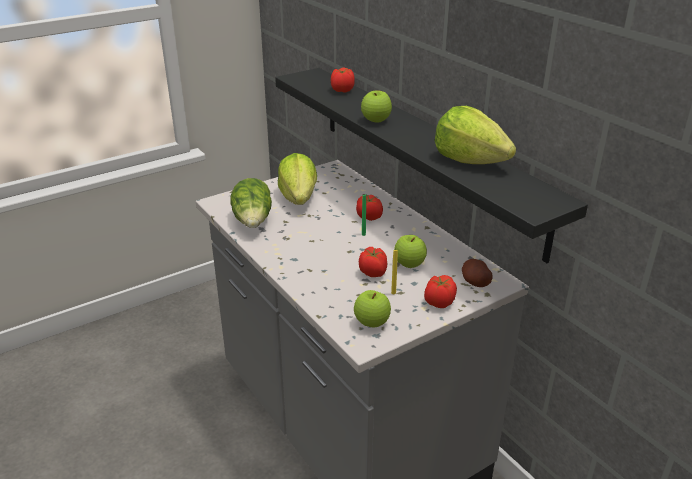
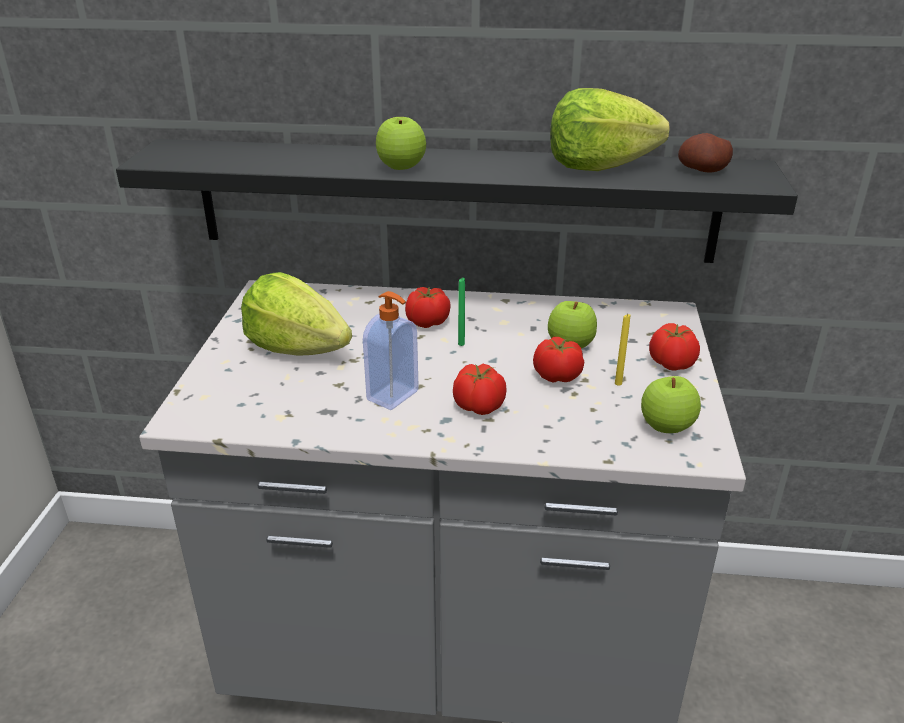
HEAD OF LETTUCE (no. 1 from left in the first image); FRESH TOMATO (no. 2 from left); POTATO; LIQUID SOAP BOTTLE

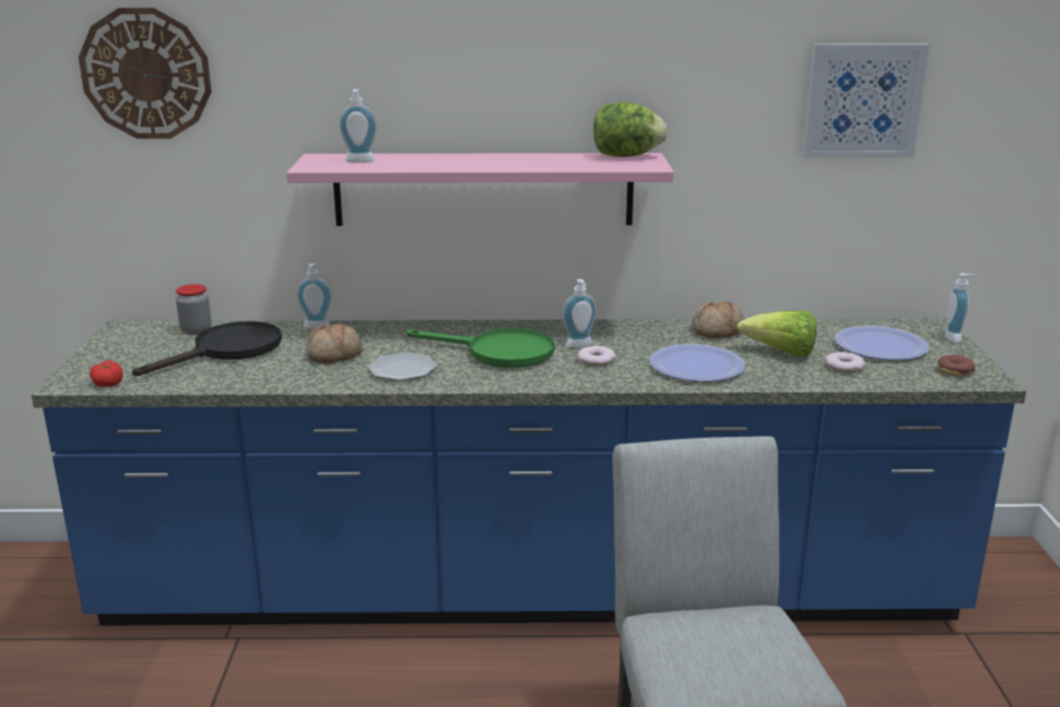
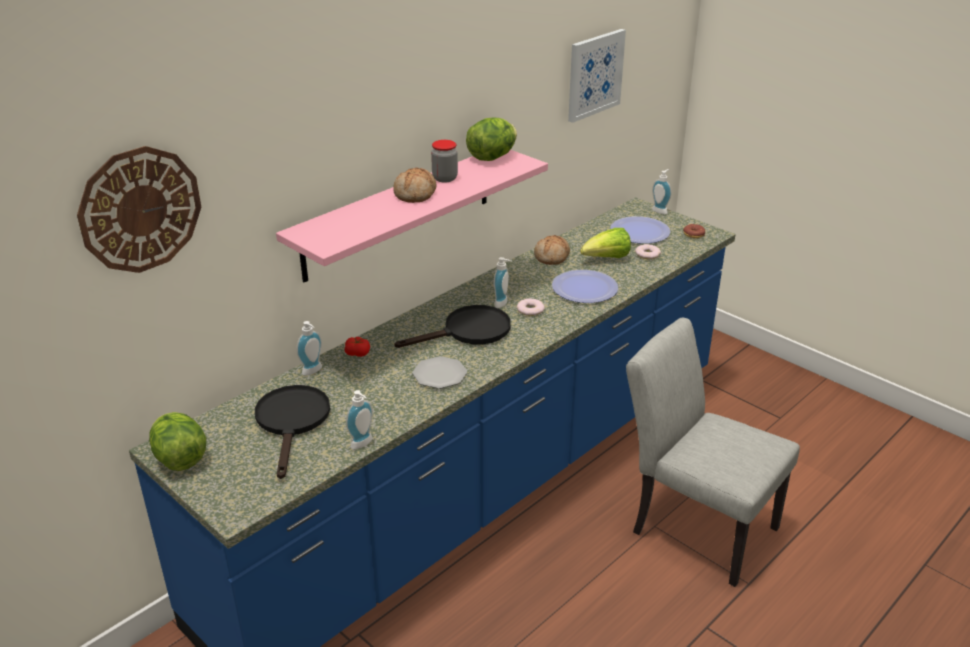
FRESH TOMATO; STORAGE JAR; BREAD (no. 1 from left); LIQUID SOAP BOTTLE (no. 2 from left); BLACK SKILLET (no. 2 from left); HEAD OF LETTUCE (no. 1 from left)

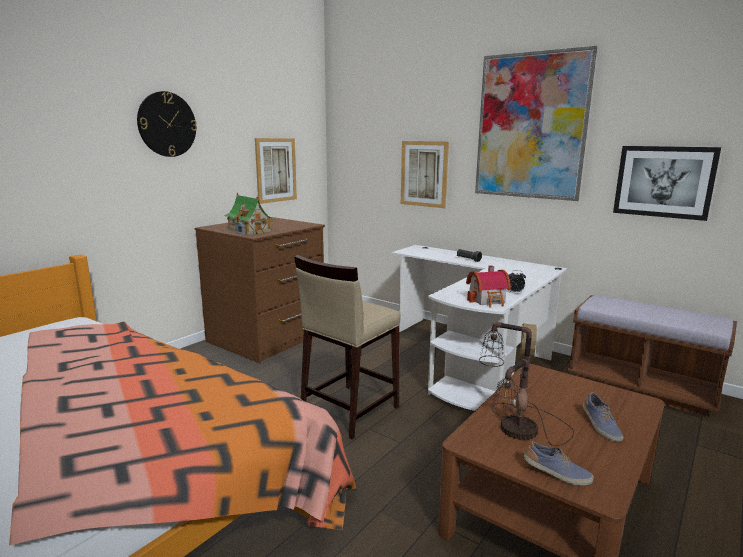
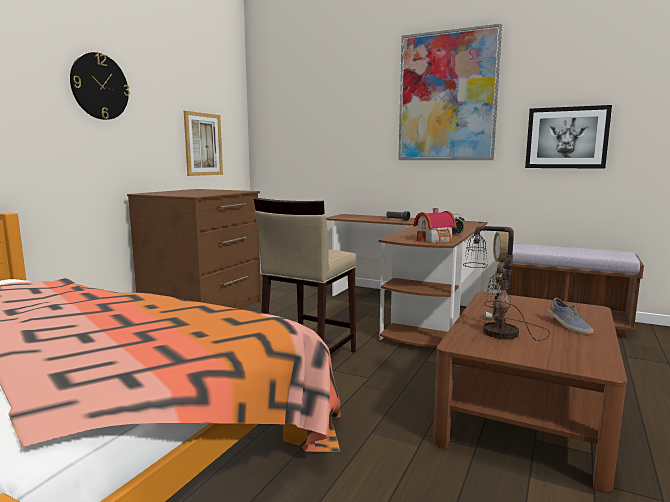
TOY HOUSE (no. 1 from left in the first image); BROWN-COLOURED DESK TABLE; WALL ART (no. 2 from left in the first image); LOW SHOE (no. 1 from left in the first image)

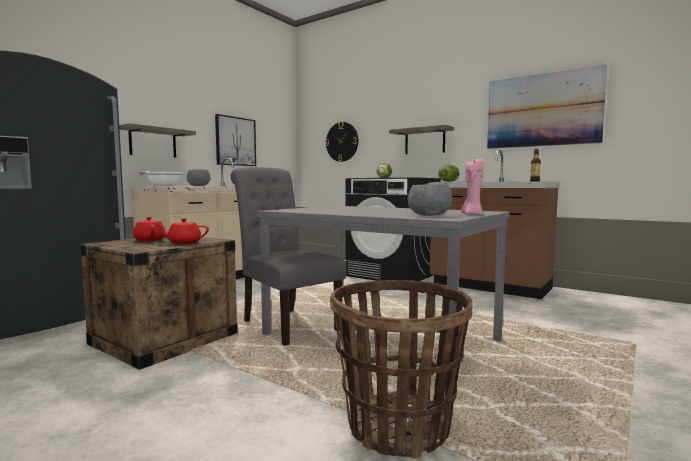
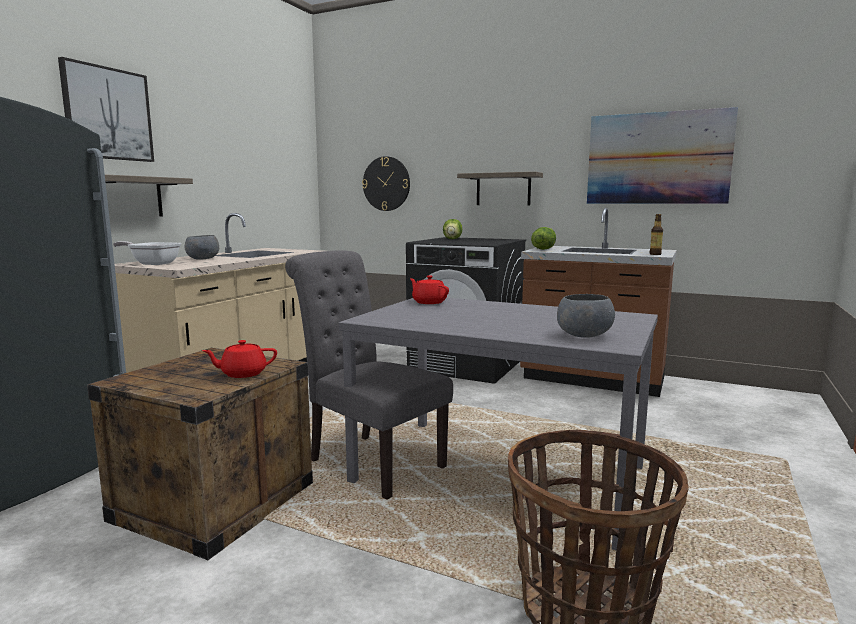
REDDISH TEA POT (no. 2 from left); WALL ART (no. 1 from left); PINK WAX CANDLE

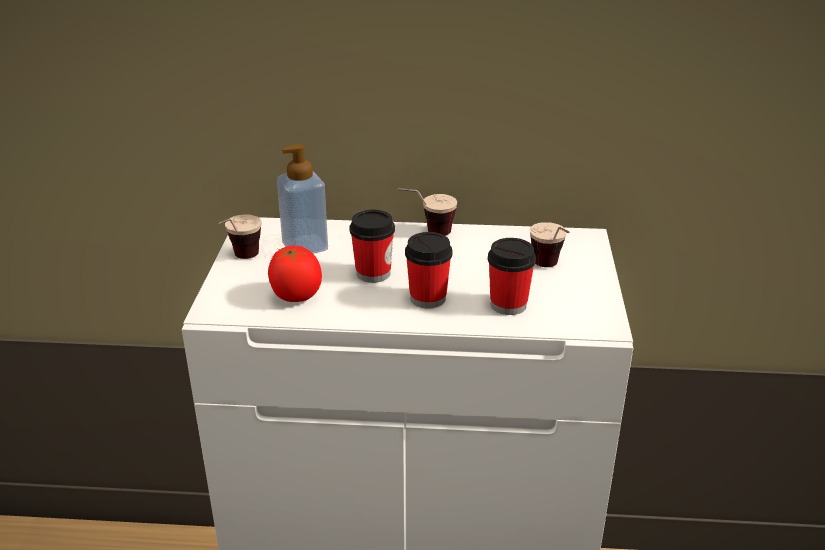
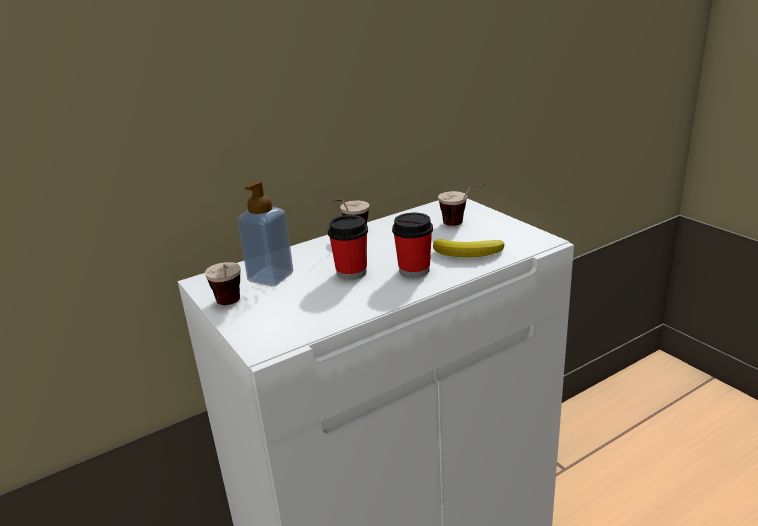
FRESH TOMATO; WHOLE BANANA

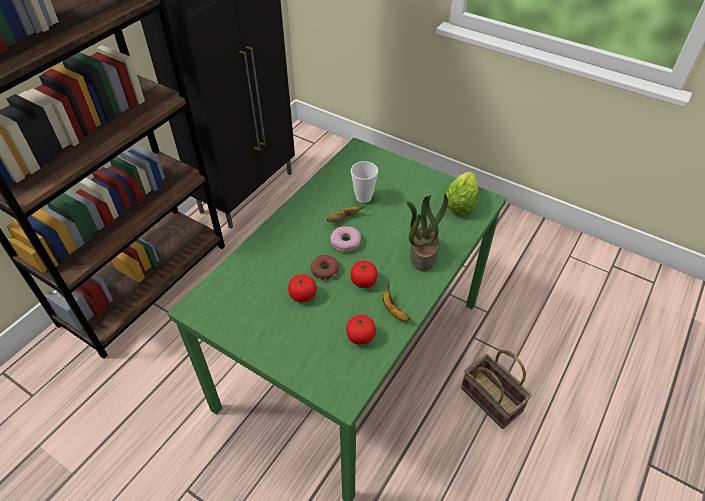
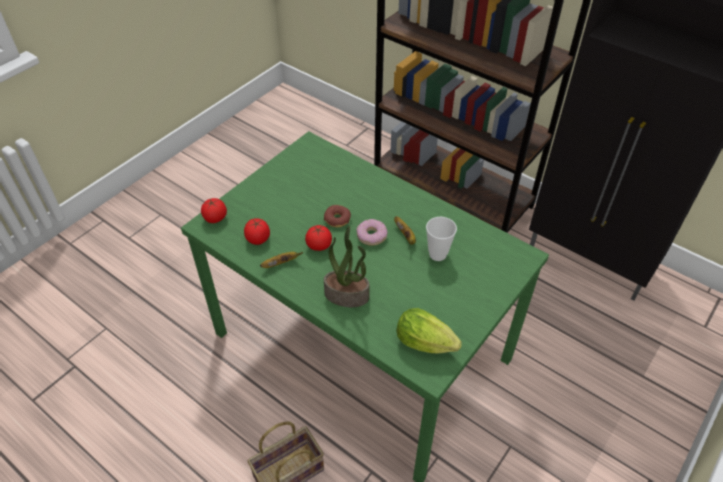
FRESH TOMATO (no. 1 from left)

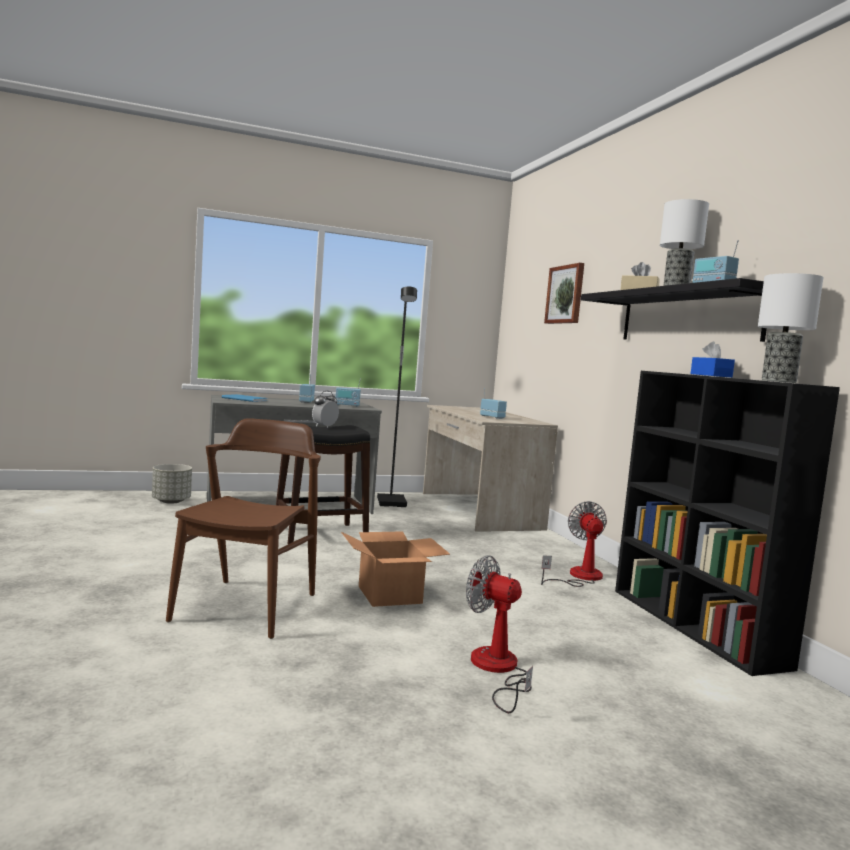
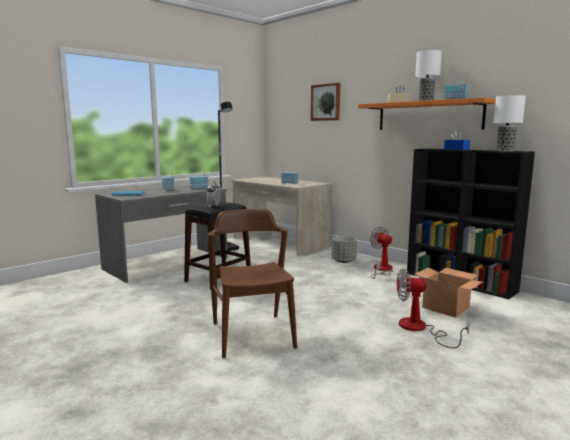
GREYISH PLANTER; CARDBOARD BOX; ORANGE-COLOURED WALL SHELF

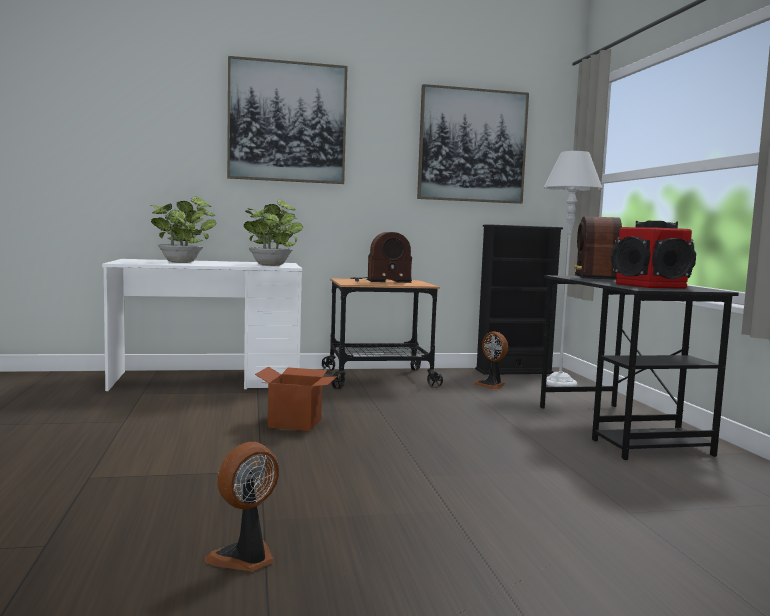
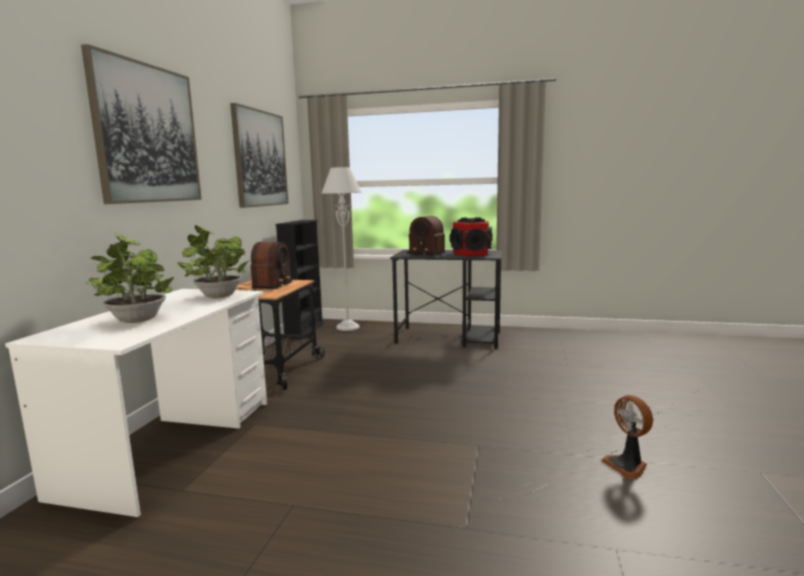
CARDBOARD BOX; COOLING FAN (no. 2 from left in the first image)

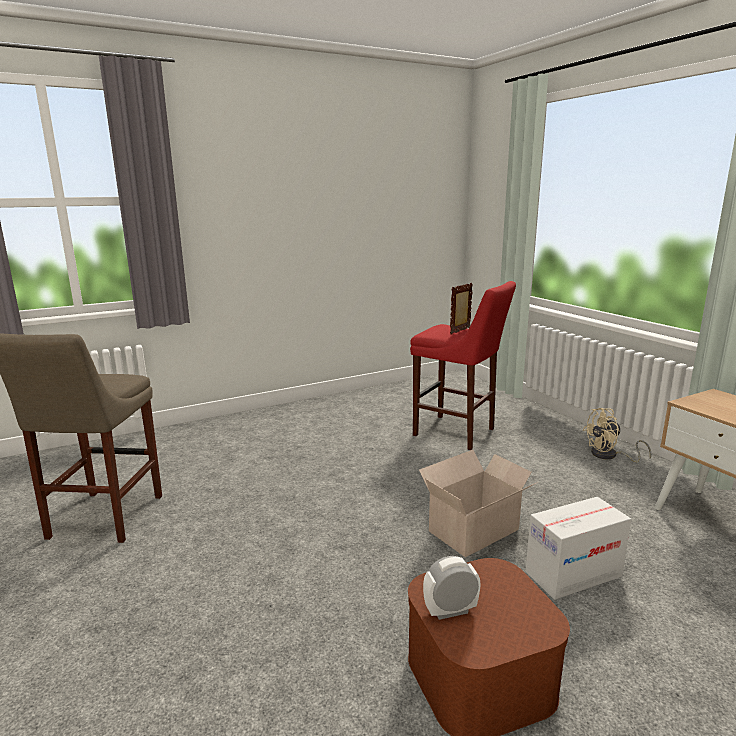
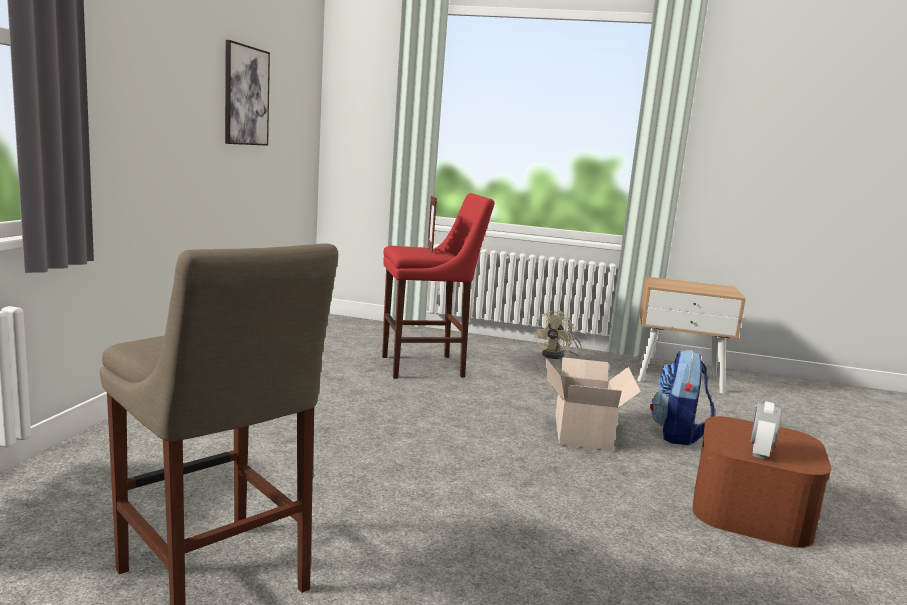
RUCKSACK; WALL ART

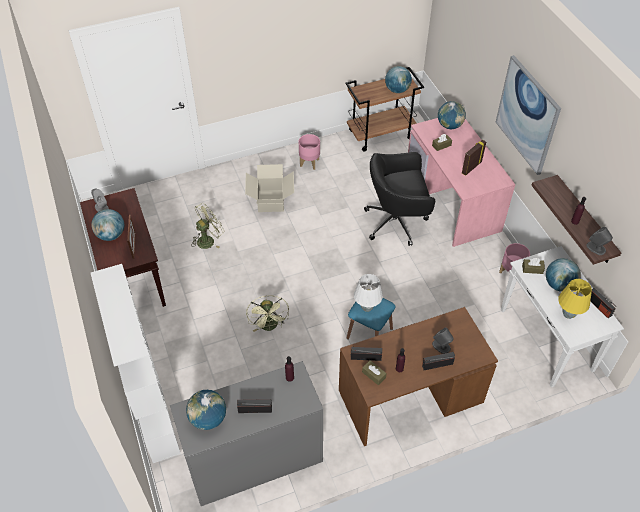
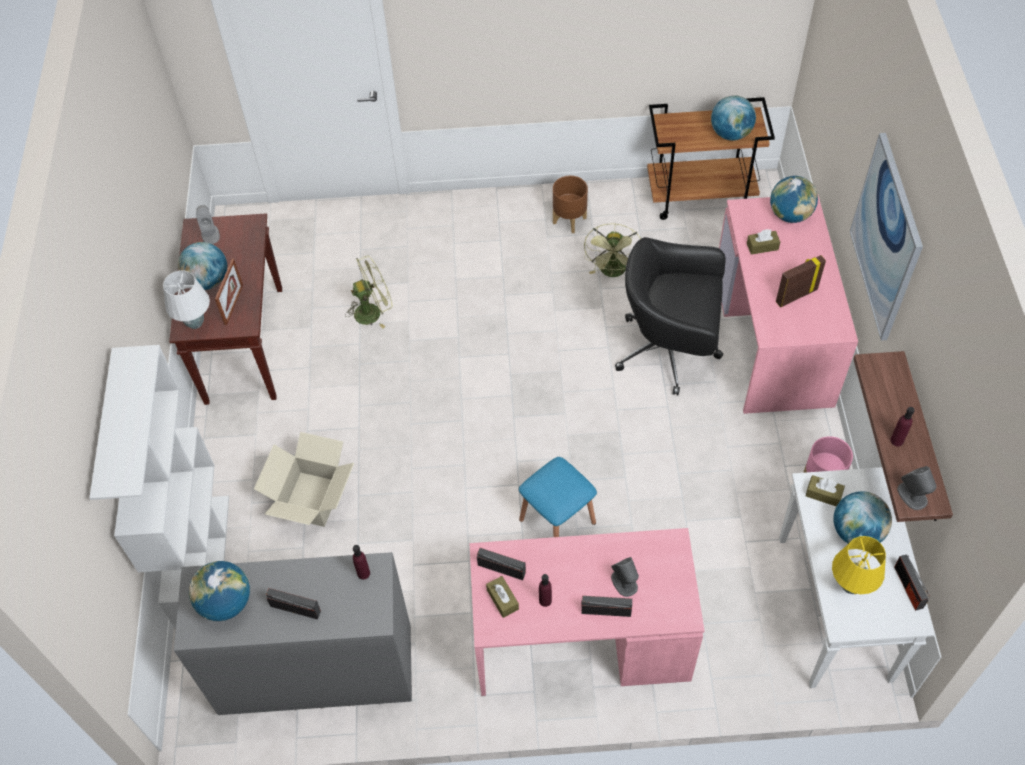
CARDBOARD BOX; GREEN COOLING FAN (no. 2 from left); BROWN-COLOURED PLANTER; PINK DESK TABLE (no. 1 from left); WHITE TABLE LAMP

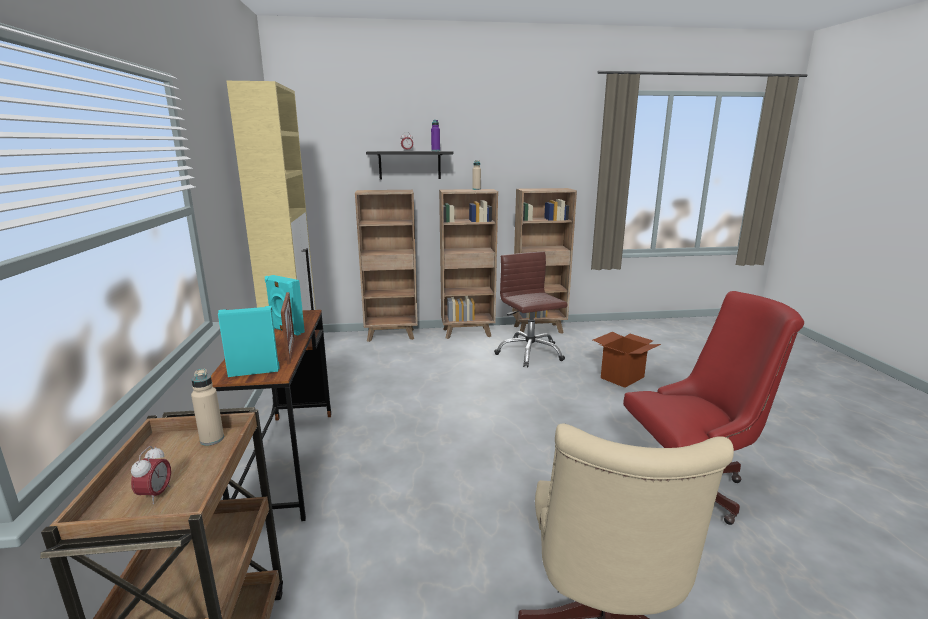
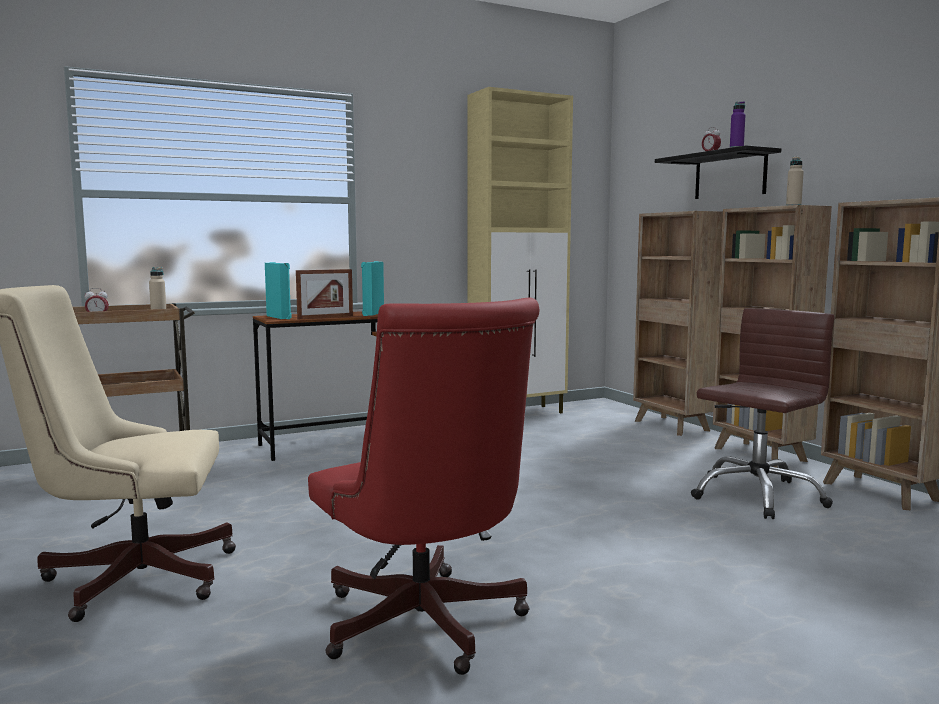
CARDBOARD BOX

